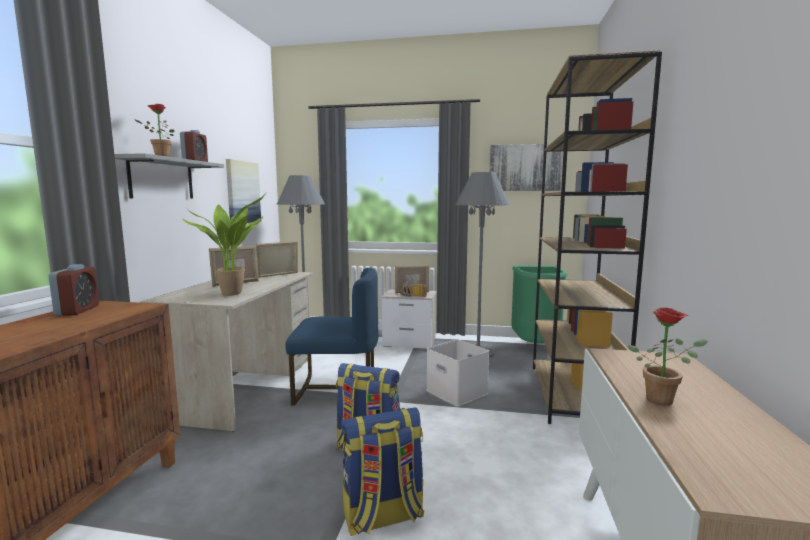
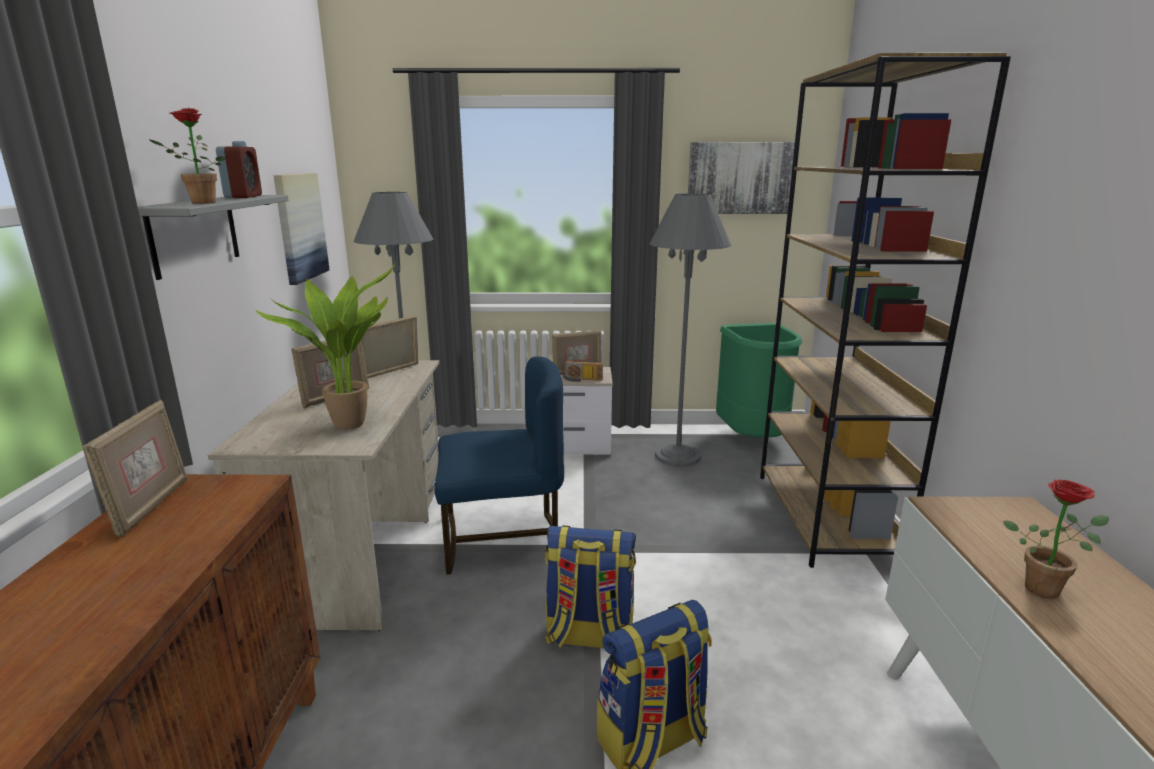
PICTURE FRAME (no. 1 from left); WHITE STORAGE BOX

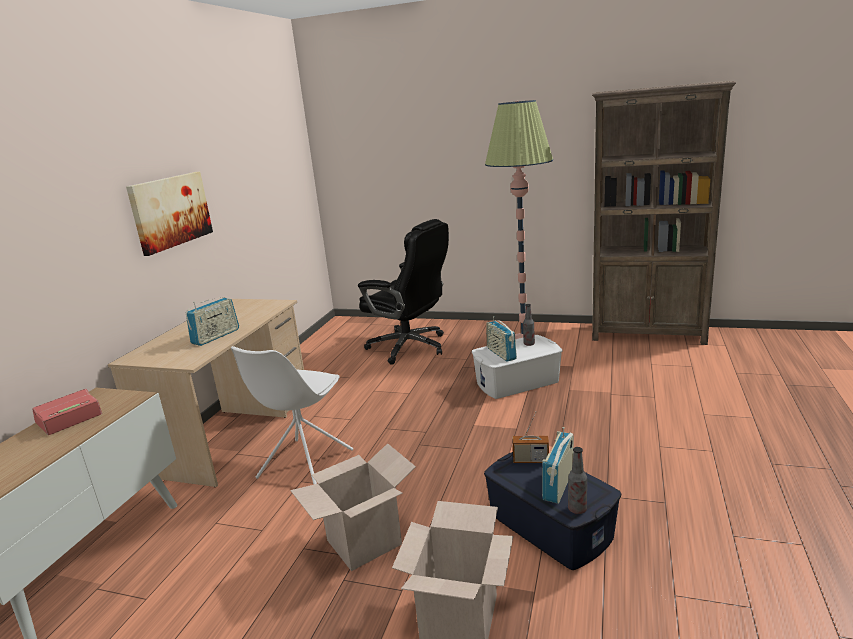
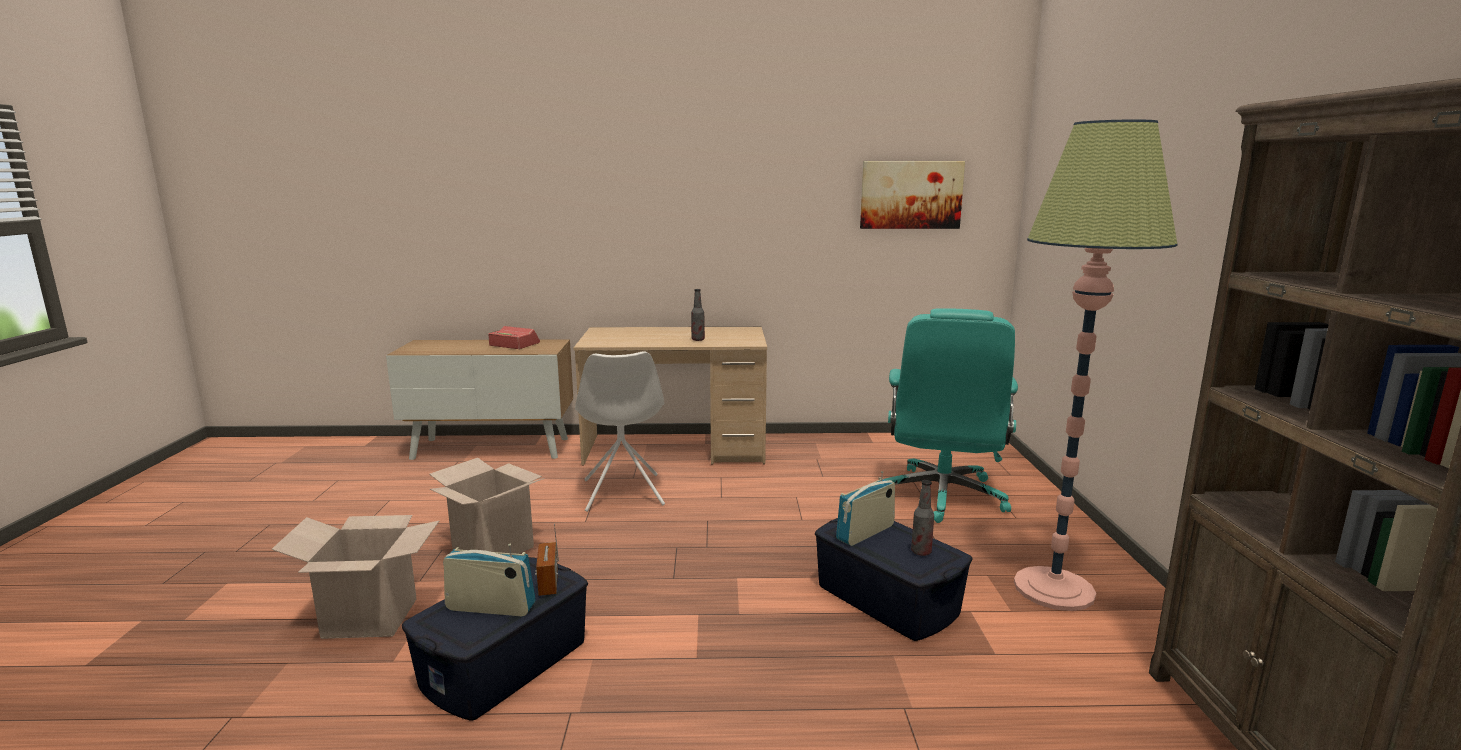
WALL ART; RADIO RECEIVER (no. 1 from left in the first image); WHITE PLAIN CHAIR; TURQUOISE OFFICE CHAIR; BLUE-COLOURED STORAGE BOX (no. 2 from left); DRINK BOTTLE (no. 1 from left)

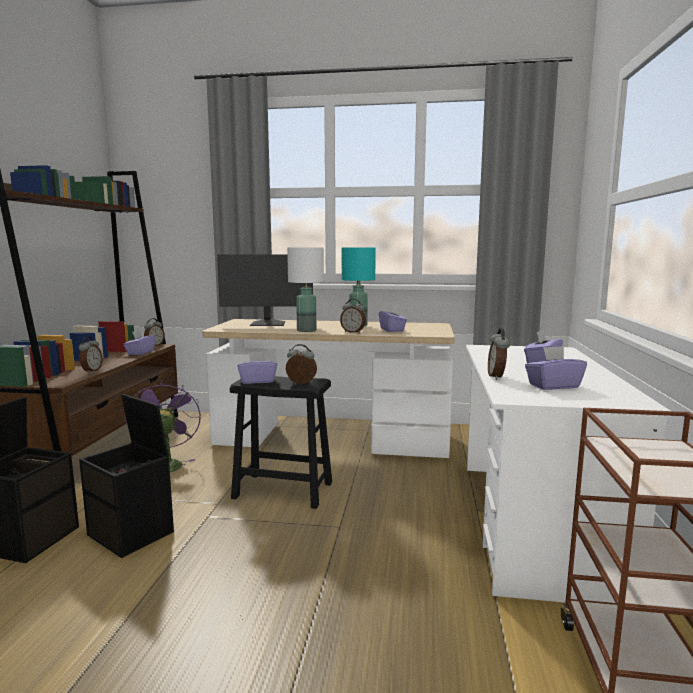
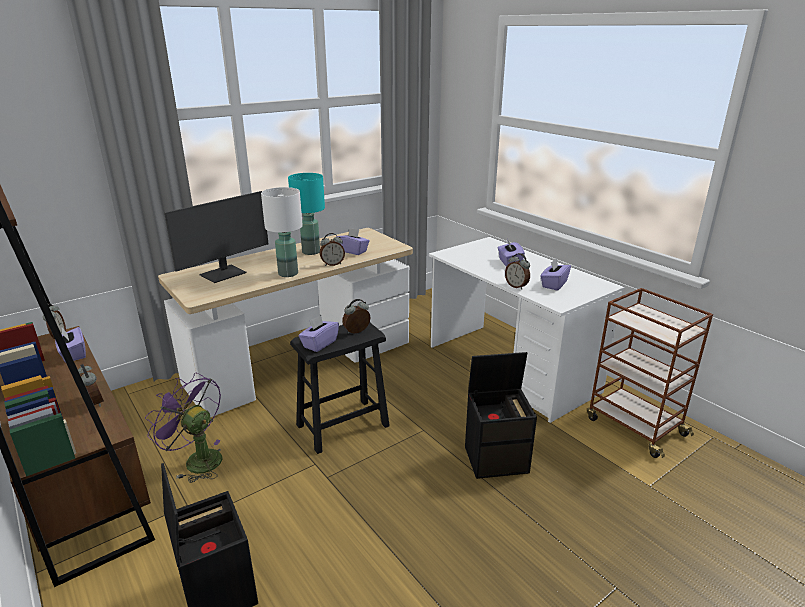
BLACK STORAGE BOX (no. 2 from left)

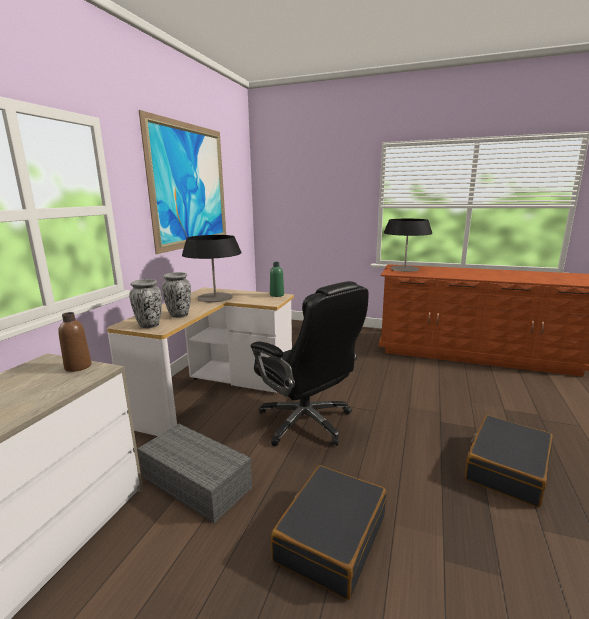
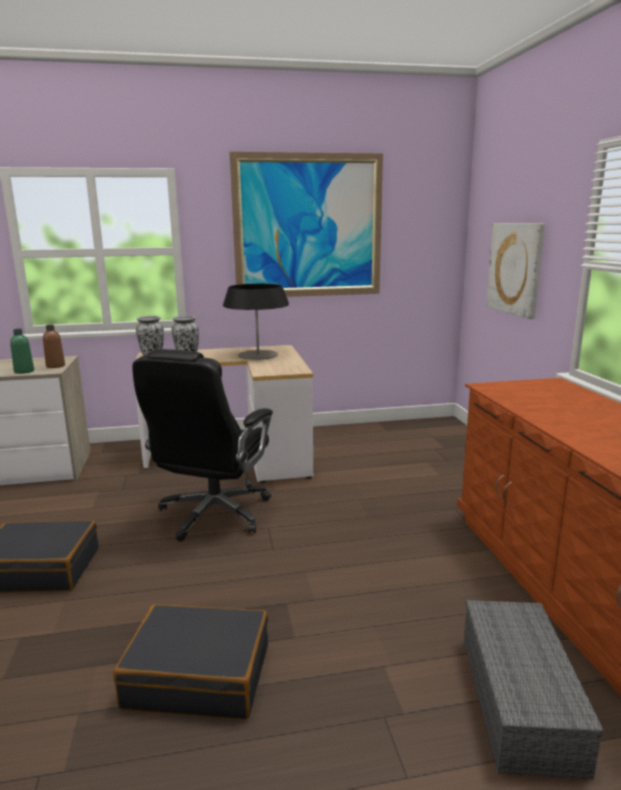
GREYISH STORAGE BOX; GREEN DRINK BOTTLE; TABLE LAMP (no. 2 from left in the first image); WALL ART (no. 2 from left)

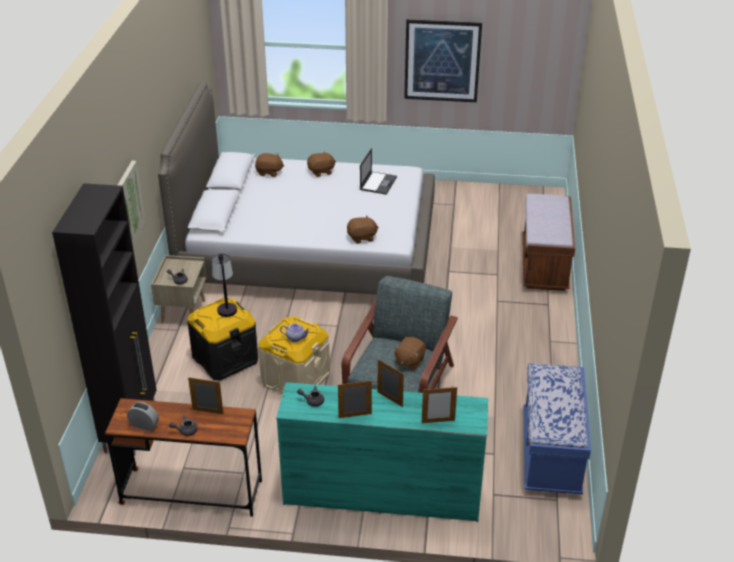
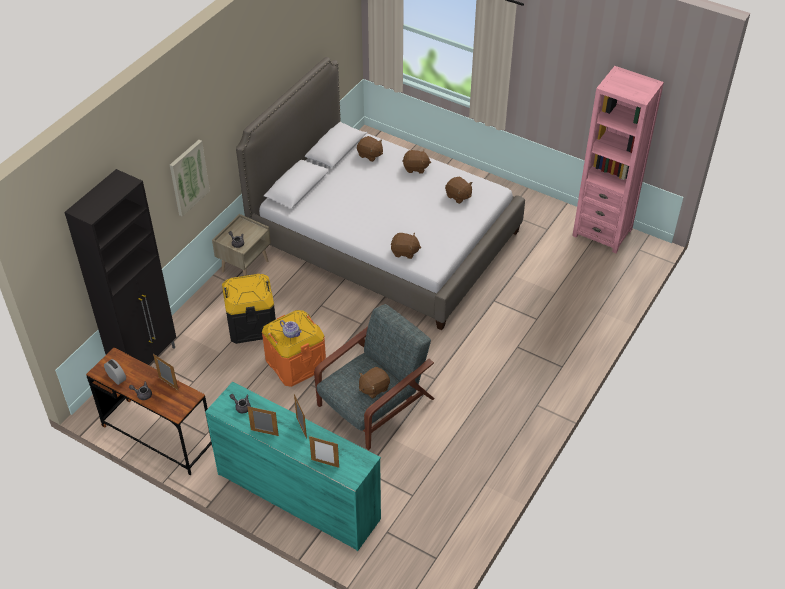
TABLE LAMP; ORANGE-COLOURED STORAGE BOX; BROWN-COLOURED SOFT TOY (no. 5 from left); WALL ART (no. 2 from left in the first image); BROWN-COLOURED LONG SEAT; BLUE-COLOURED LONG SEAT; PINK SHELVING UNIT

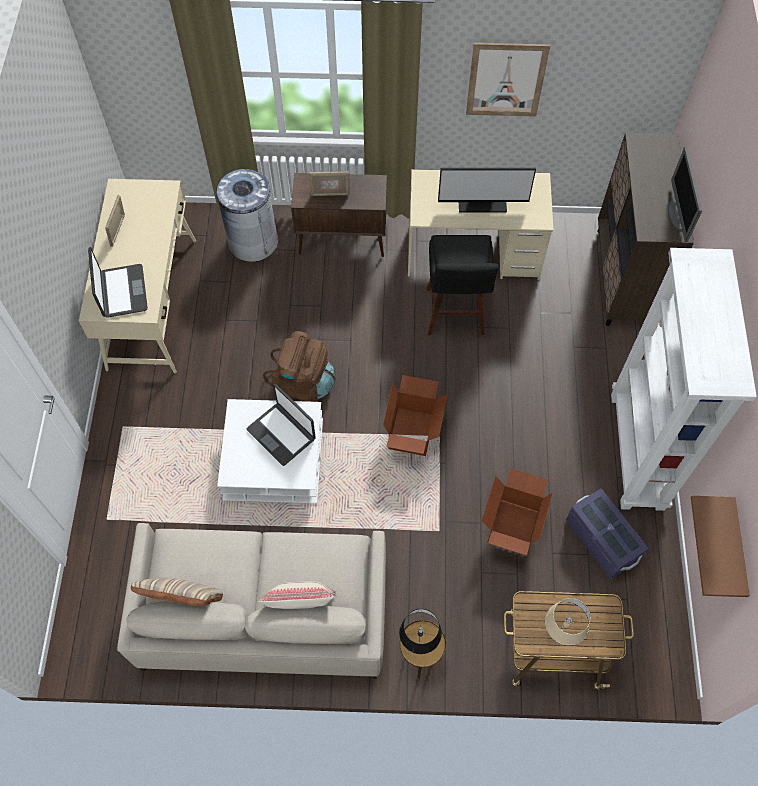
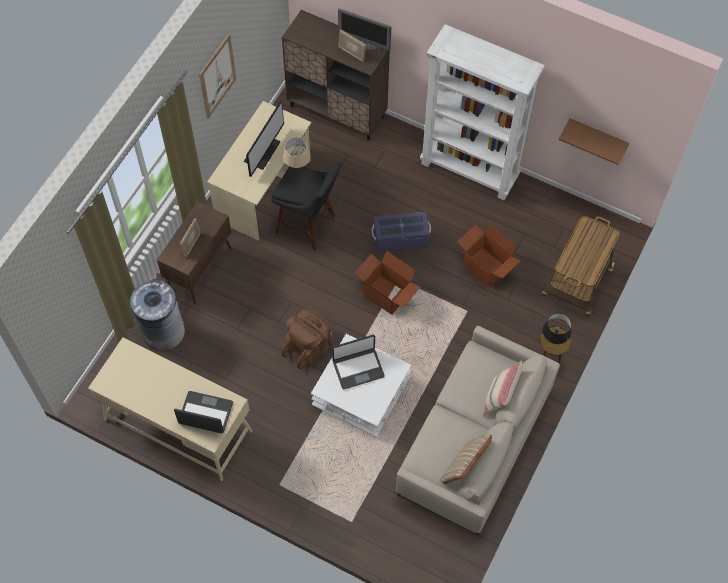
PICTURE FRAME (no. 2 from left); BEIGE-COLOURED TABLE LAMP; PURPLE STORAGE BOX

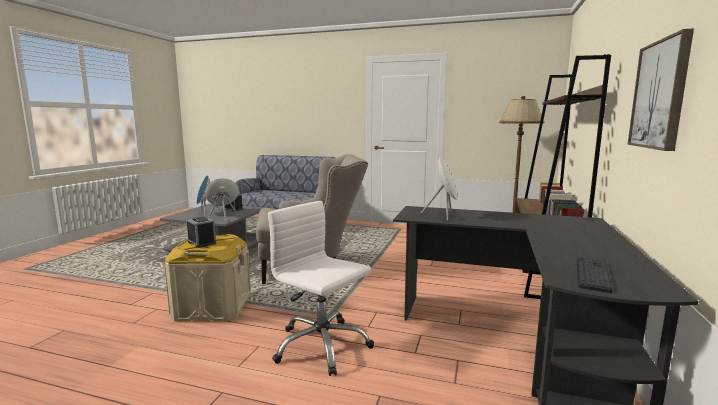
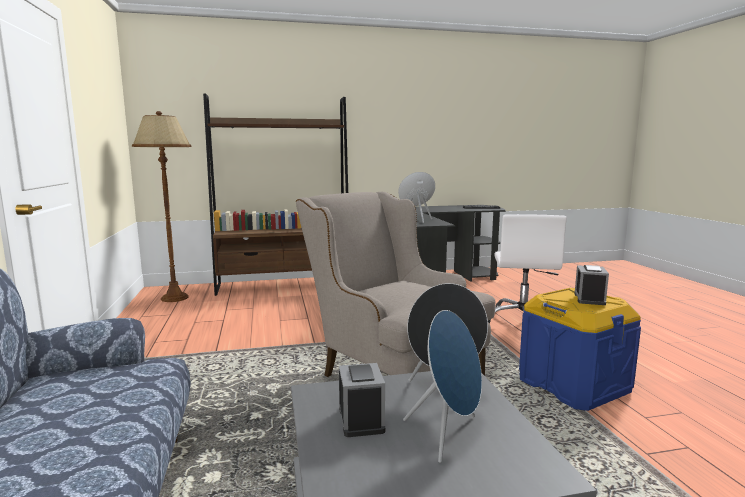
BLUE-COLOURED STORAGE BOX; WALL ART

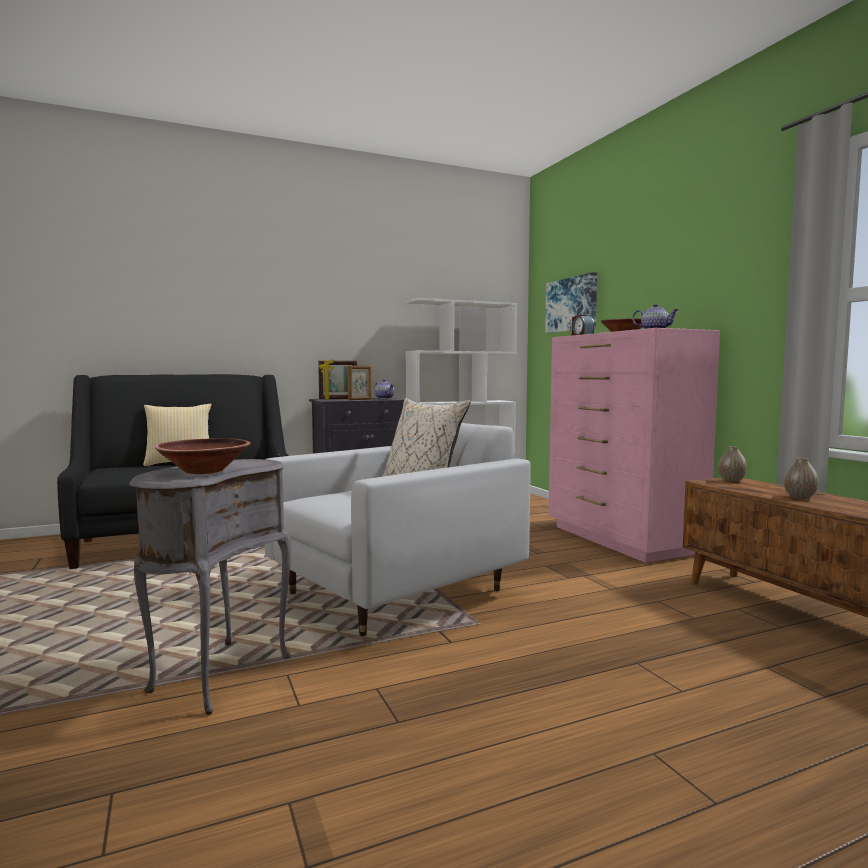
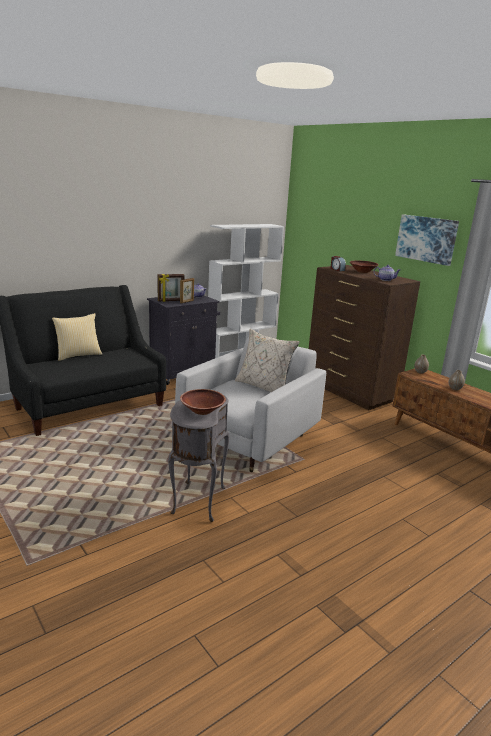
WALL ART; BROWN-COLOURED DRAWER CHEST

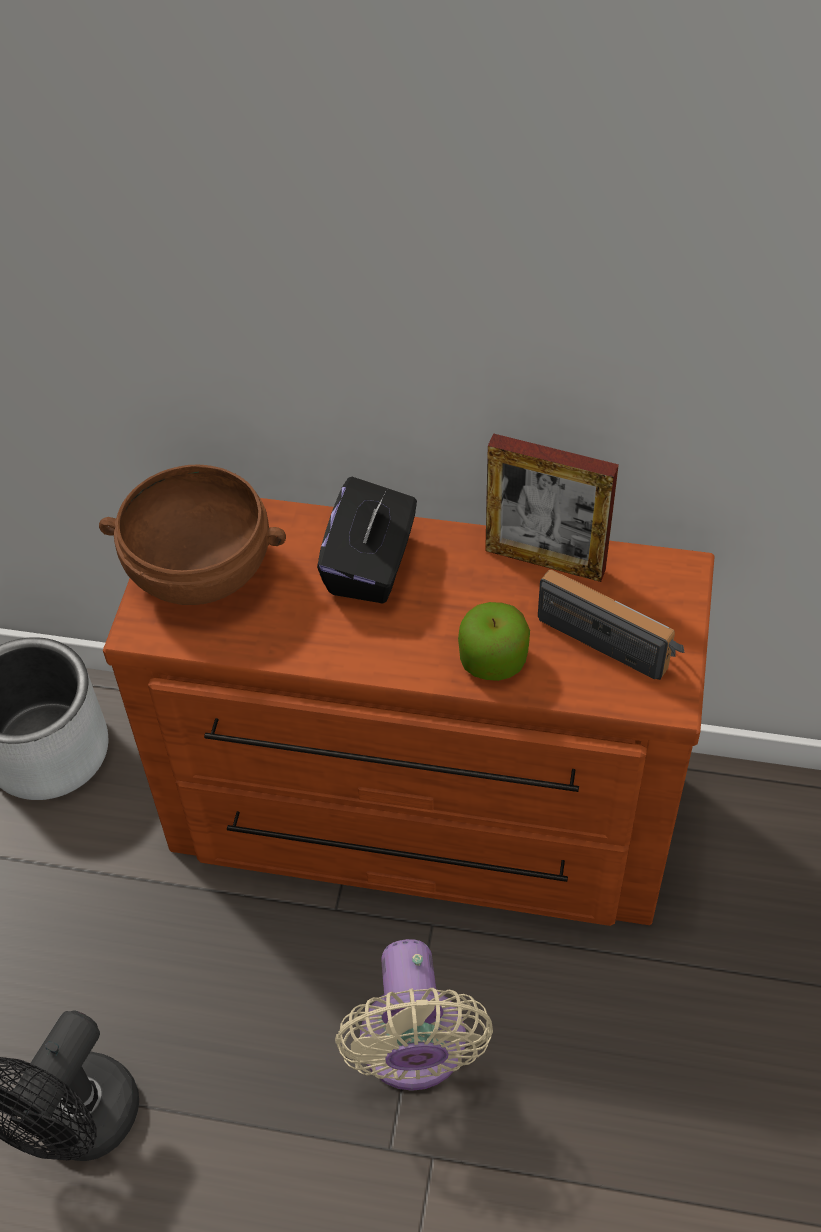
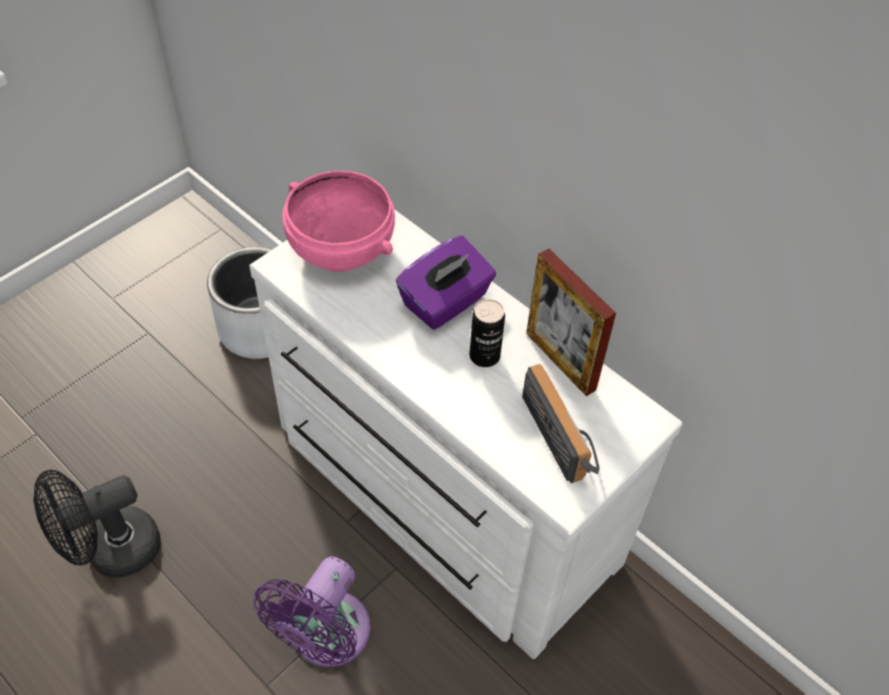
PINK BOWL; WHITE DRAWER CHEST; PURPLE TISSUE HOLDER; PURPLE COOLING FAN; APPLE; SEALED CAN

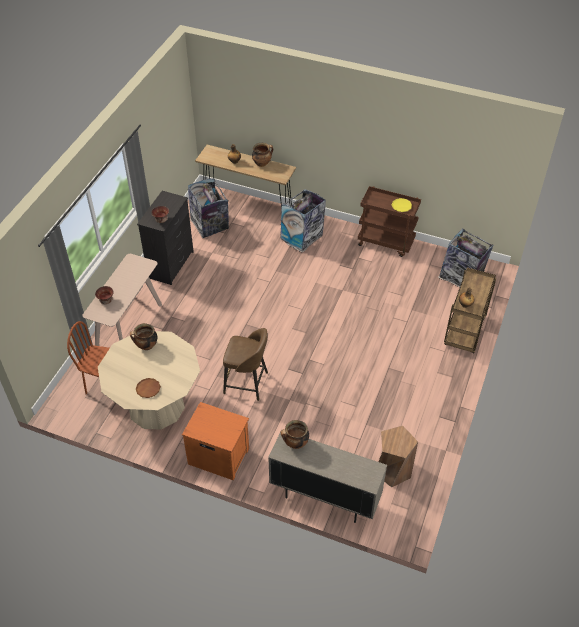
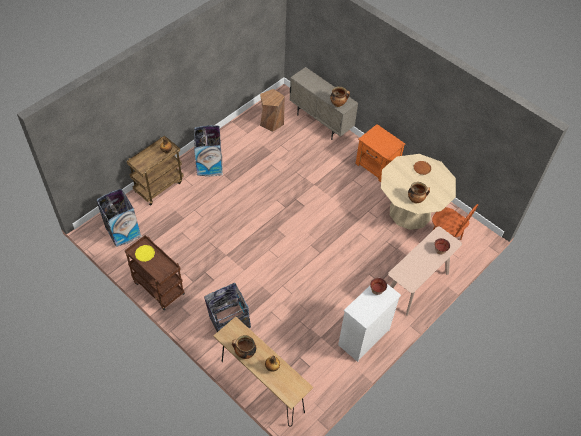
WHITE DRAWER CHEST; WASTE BIN (no. 2 from left); BROWN-COLOURED STOOL SEAT (no. 1 from left in the first image)

